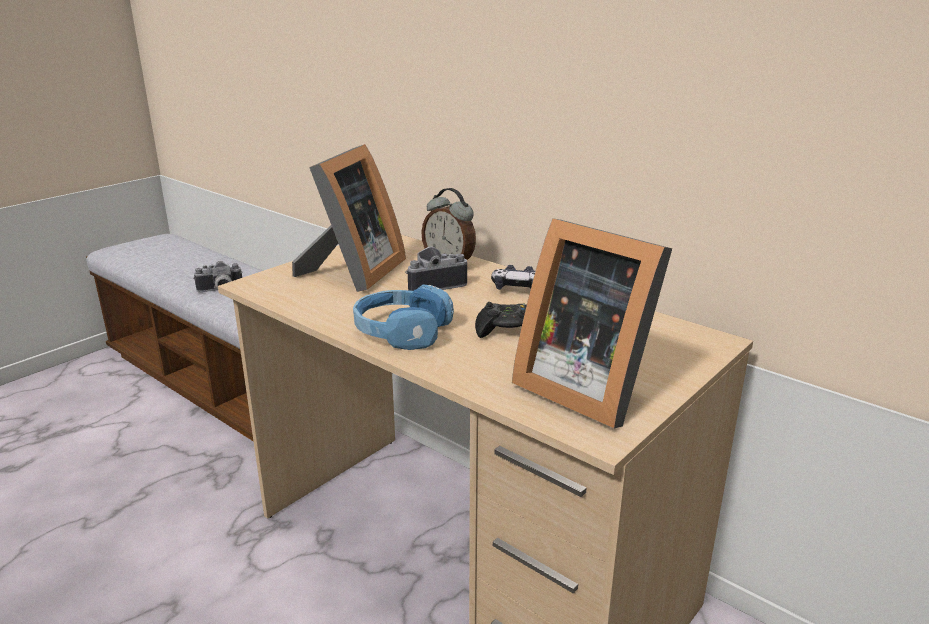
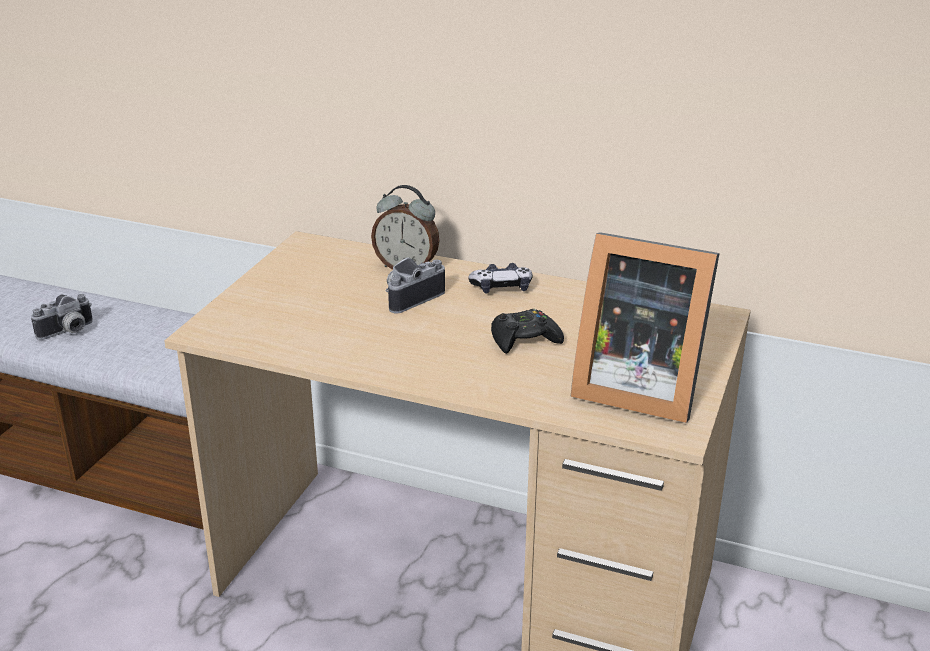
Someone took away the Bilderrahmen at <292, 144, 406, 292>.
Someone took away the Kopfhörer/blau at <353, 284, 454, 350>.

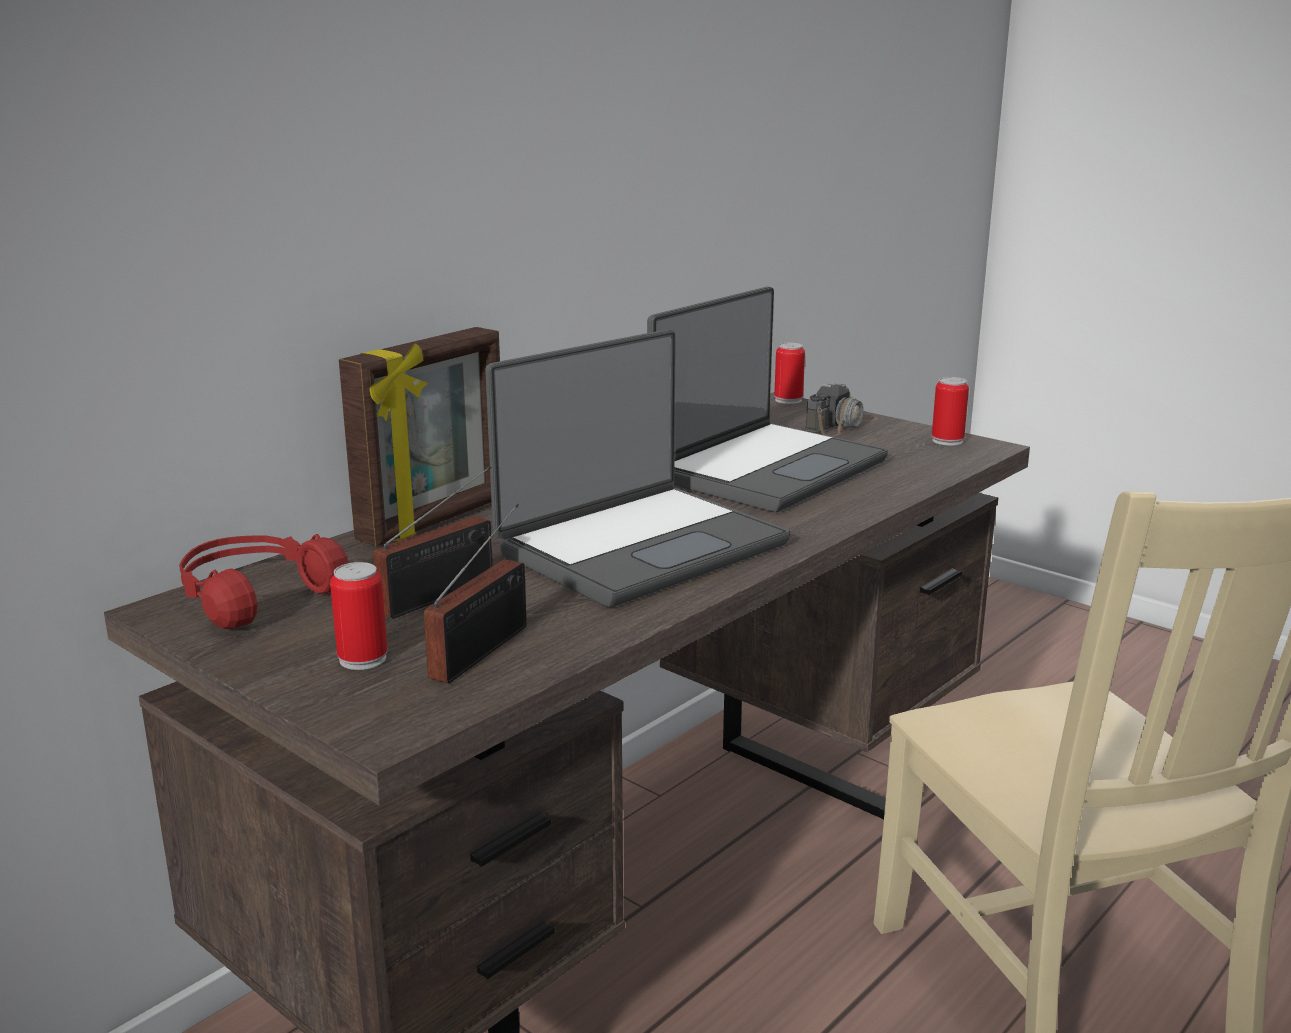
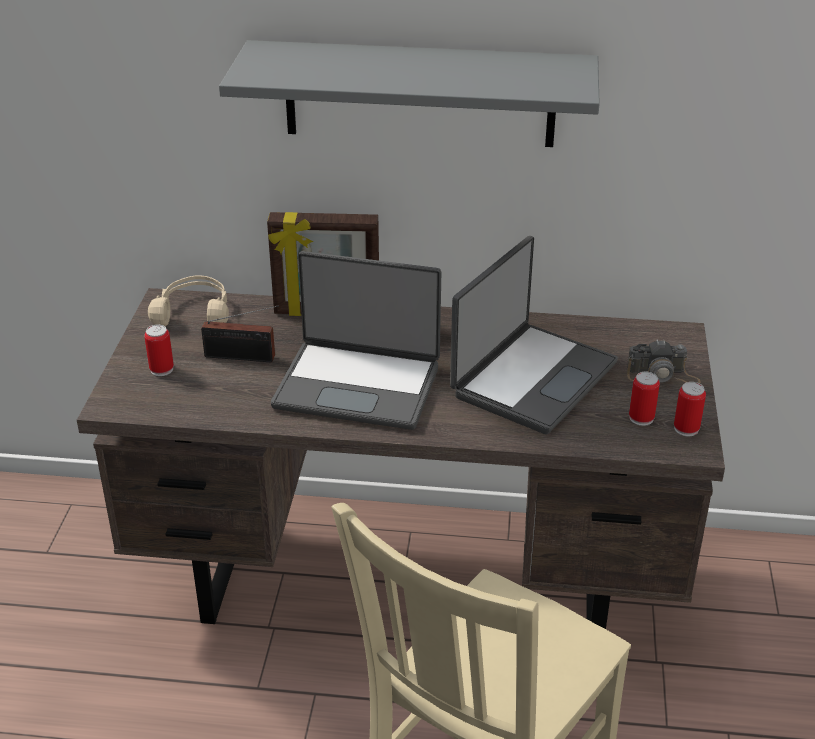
Someone took away the Radio at <424, 504, 527, 683>.
Someone put up the Wandregal/grau at <219, 40, 600, 147>.
Someone carried the Dose from <774, 343, 805, 404> to <629, 371, 660, 426>.
Someone repainted the Kopfhörer/rot at <179, 534, 349, 629>, which became the Kopfhörer/beige at <148, 275, 229, 326>.
Someone rotated the Laptop at <647, 287, 888, 512> by 60 degrees counterclockwise.

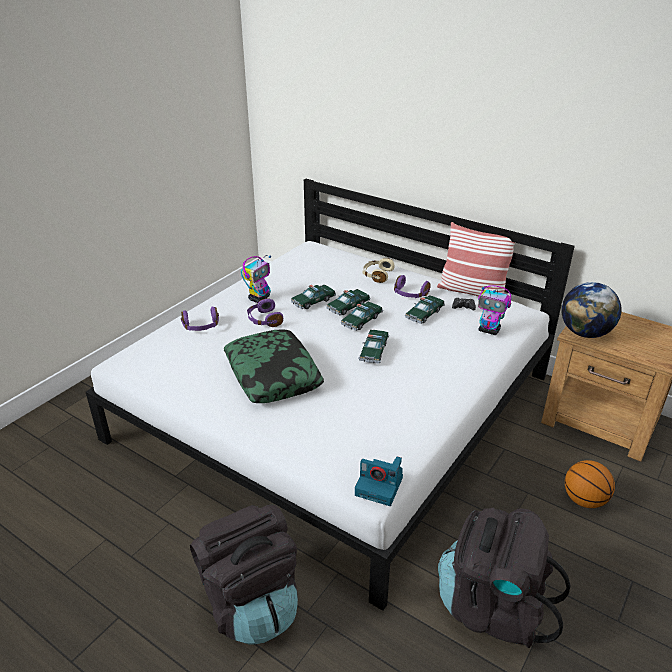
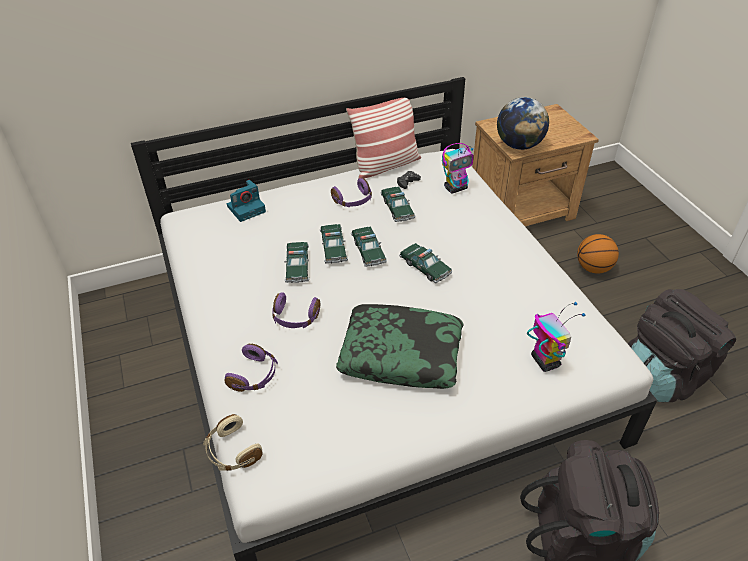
Someone carried the Spielzeugroboter from <241, 255, 271, 303> to <527, 302, 586, 372>.
Someone carried the Kamera from <355, 456, 403, 506> to <227, 180, 266, 222>.
Someone carried the Kopfhörer/beige from <362, 258, 394, 283> to <203, 414, 263, 471>.

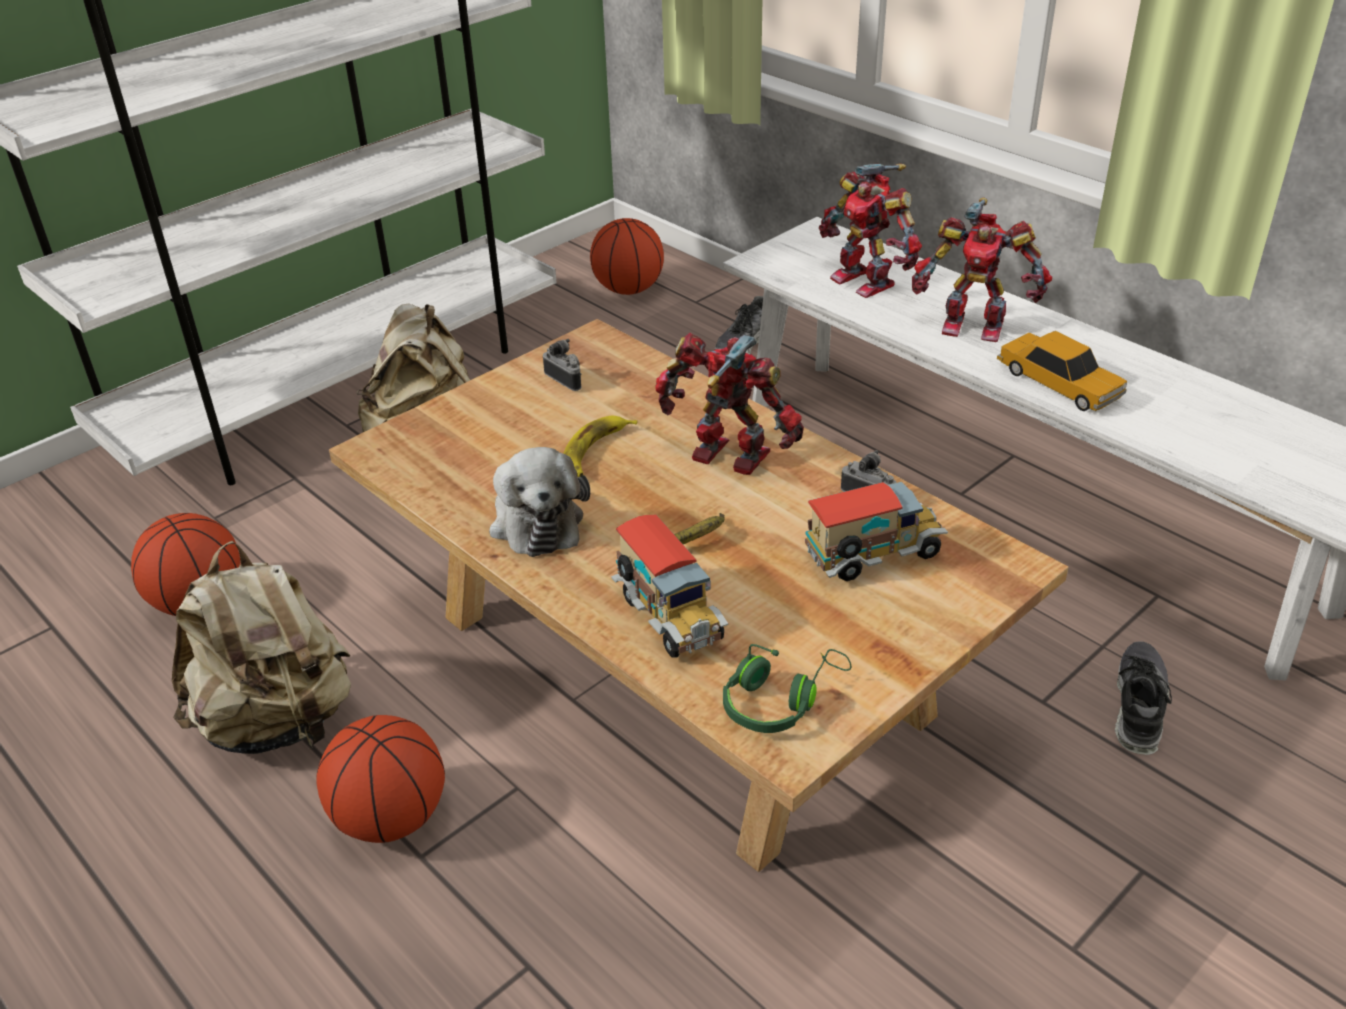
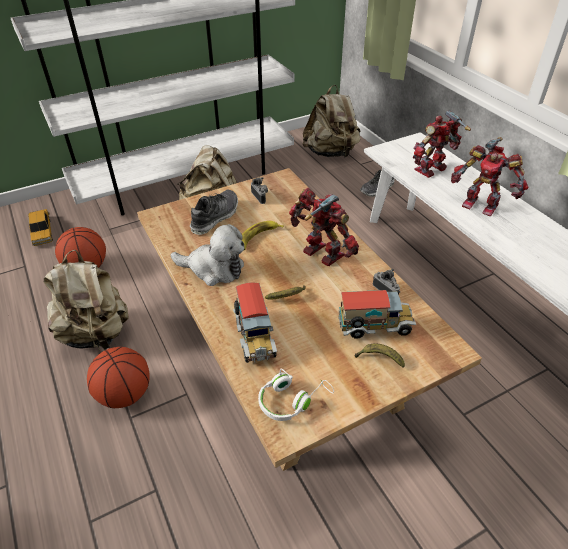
Someone put down the Banane at <355, 343, 405, 368>.
Someone carried the Spielzeugauto from <997, 331, 1127, 411> to <28, 209, 53, 246>.
Someone carried the Schuh from <1115, 642, 1172, 755> to <190, 190, 238, 235>.
Someone swapped the Basketball at <590, 218, 664, 295> for the Rucksack/beige at <302, 85, 361, 158>.
Someone repainted the Kopfhörer/grün at <723, 644, 851, 733>, which became the Kopfhörer/weiß at <258, 369, 334, 421>.
Someone rotated the Plüschtier at <489, 447, 590, 557> by 75 degrees counterclockwise.
Someone rotated the Spielzeugroboter at <819, 164, 922, 298> by 75 degrees clockwise.

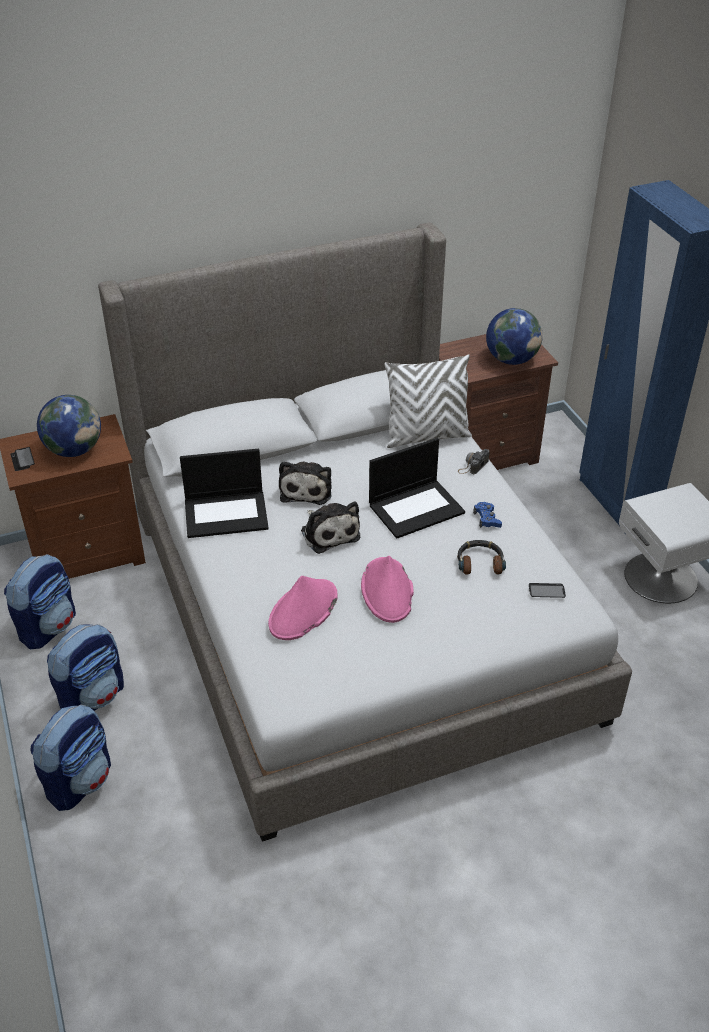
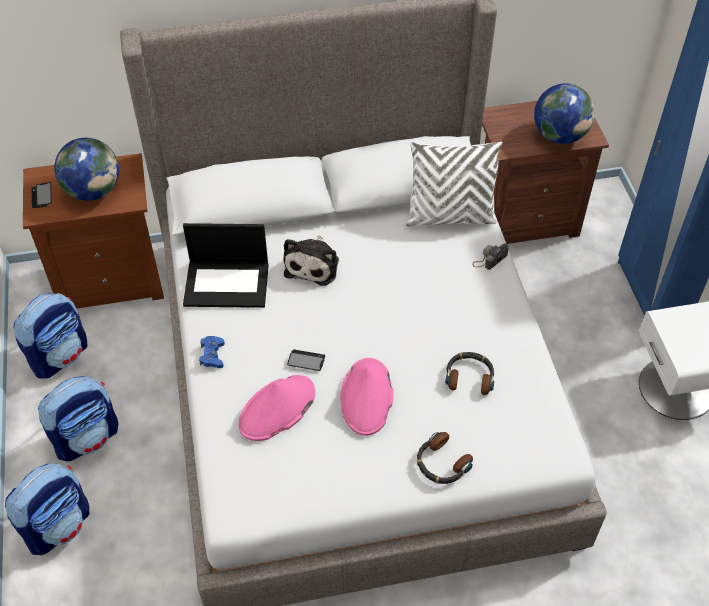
Someone took away the Plüschtier at <301, 501, 360, 554>.
Someone took away the Laptop at <369, 438, 465, 539>.
Someone put down the Kopfhörer at <417, 432, 473, 484>.
Someone carried the Gamepad/blau from <473, 502, 502, 528> to <199, 336, 225, 368>.
Someone carried the Handy from <529, 583, 566, 598> to <287, 350, 325, 371>.

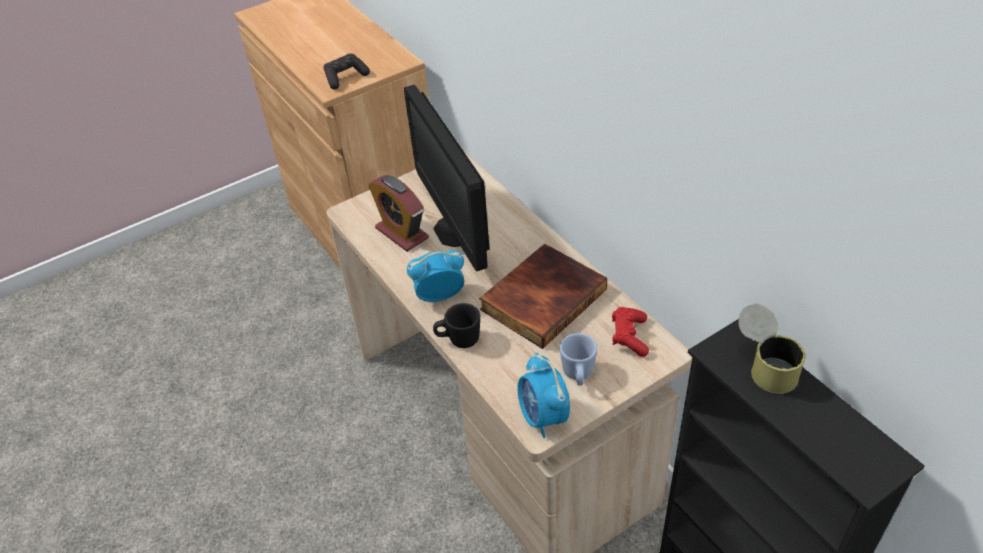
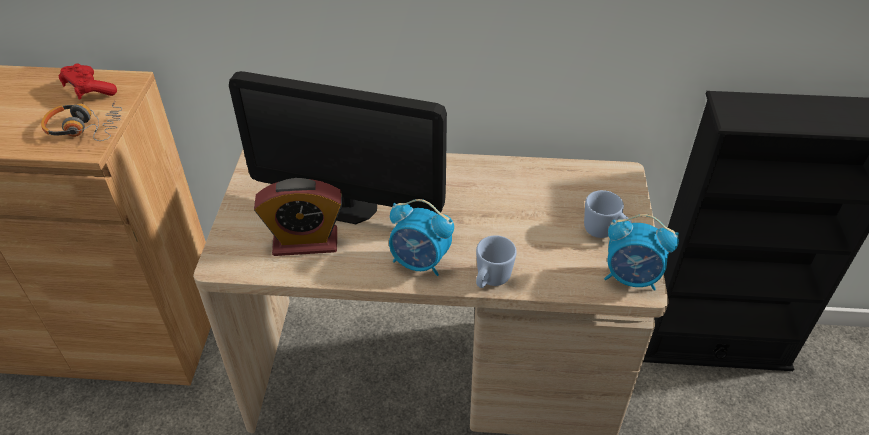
Someone took away the Buch at <479, 244, 607, 349>.
Someone took away the Dose at <738, 304, 806, 394>.
Someone carried the Gamepad/rot from <612, 307, 649, 357> to <58, 63, 117, 100>.
Someone swapped the Gamepad/schwarz at <324, 53, 370, 89> for the Kopfhörer at <41, 101, 122, 141>.
Someone repainted the Henkelbecher/schwarz at <433, 303, 480, 348>, which became the Henkelbecher/blau at <476, 235, 517, 288>.
Someone rotated the Wecker at <407, 250, 464, 302> by 90 degrees counterclockwise.

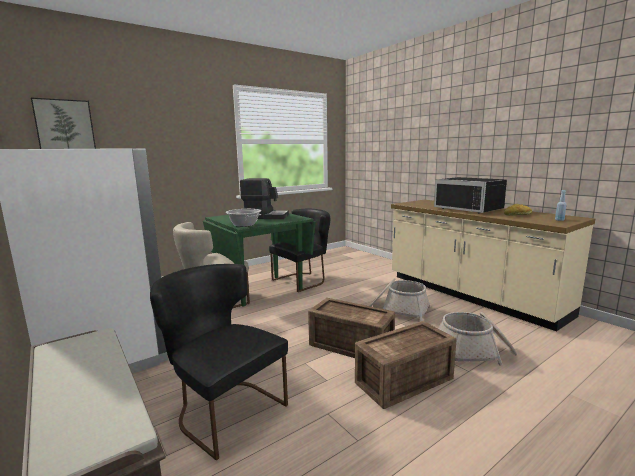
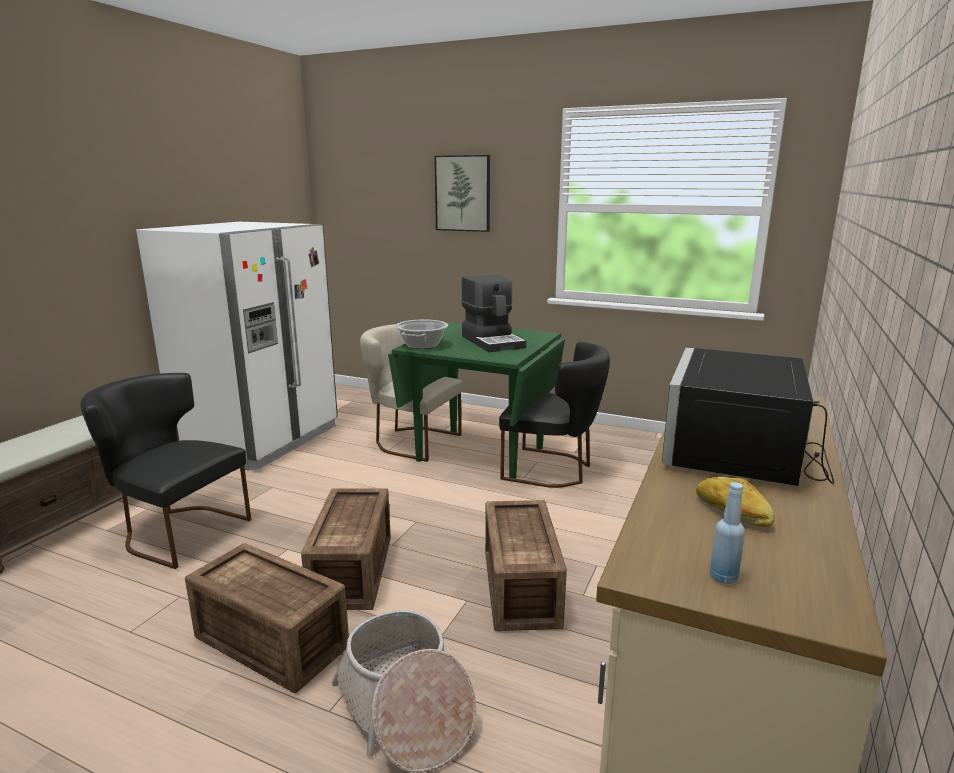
Someone carried the Bild from <31, 98, 96, 149> to <434, 155, 490, 232>.
Someone swapped the Korb at <369, 278, 431, 322> for the Kiste at <485, 500, 567, 631>.
Someone rotated the Stuhl/schwarz at <150, 264, 288, 460> by 75 degrees counterclockwise.

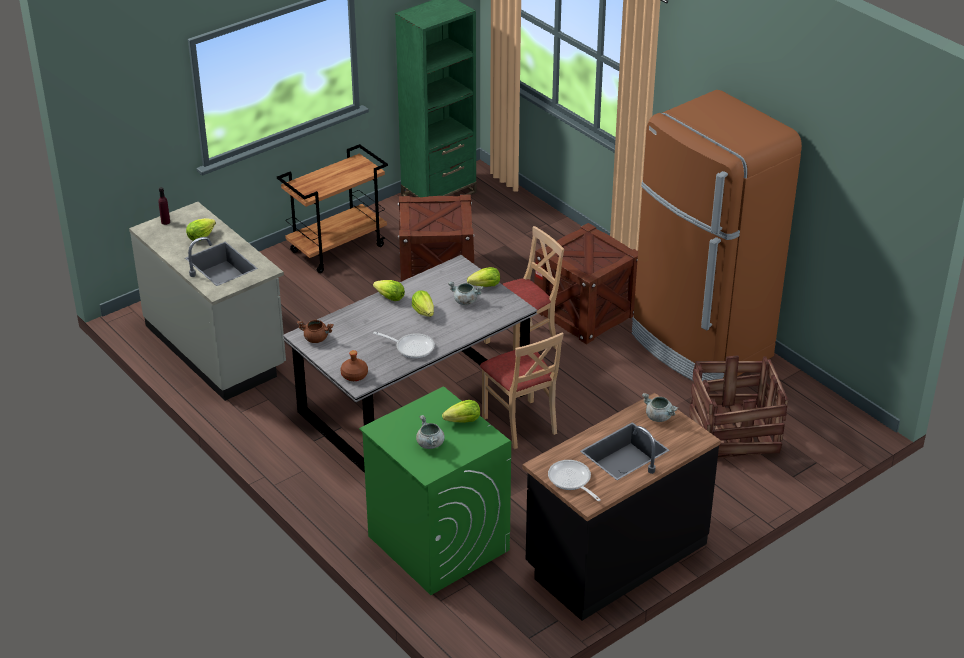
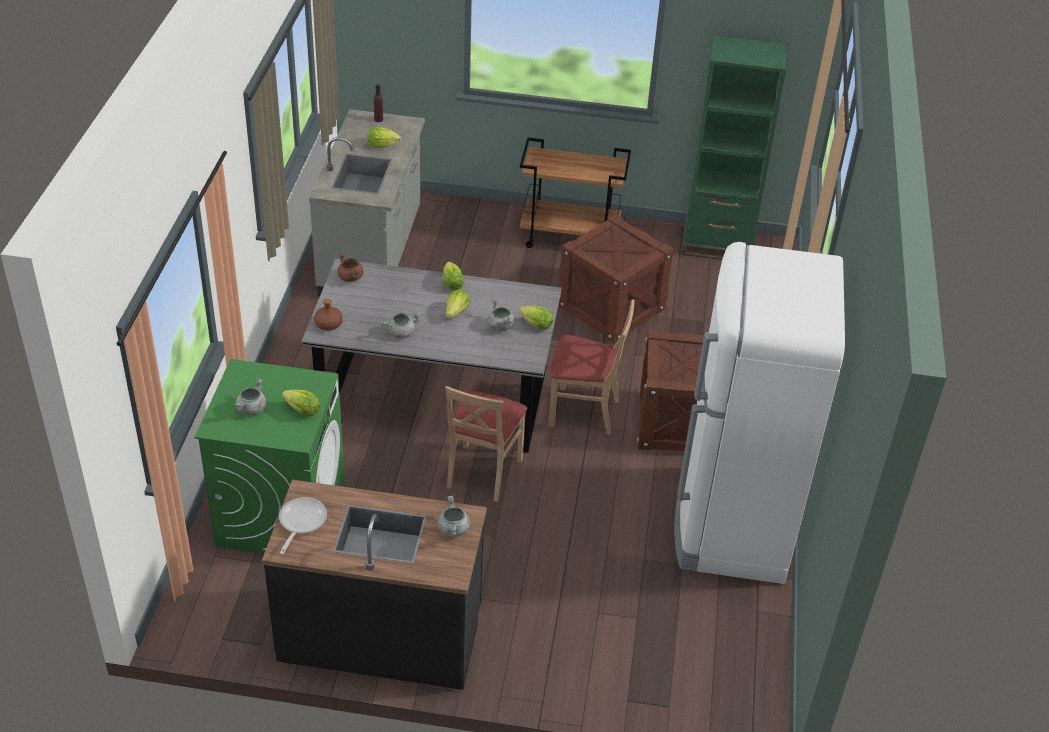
Someone took away the Kiste at <689, 355, 788, 458>.
Someone swapped the Pfanne at <373, 332, 435, 359> for the Kochtopf/grau at <383, 312, 421, 339>.
Someone repainted the Kühlschrank/braun at <632, 90, 802, 381>, which became the Kühlschrank/weiß at <674, 242, 845, 584>.

